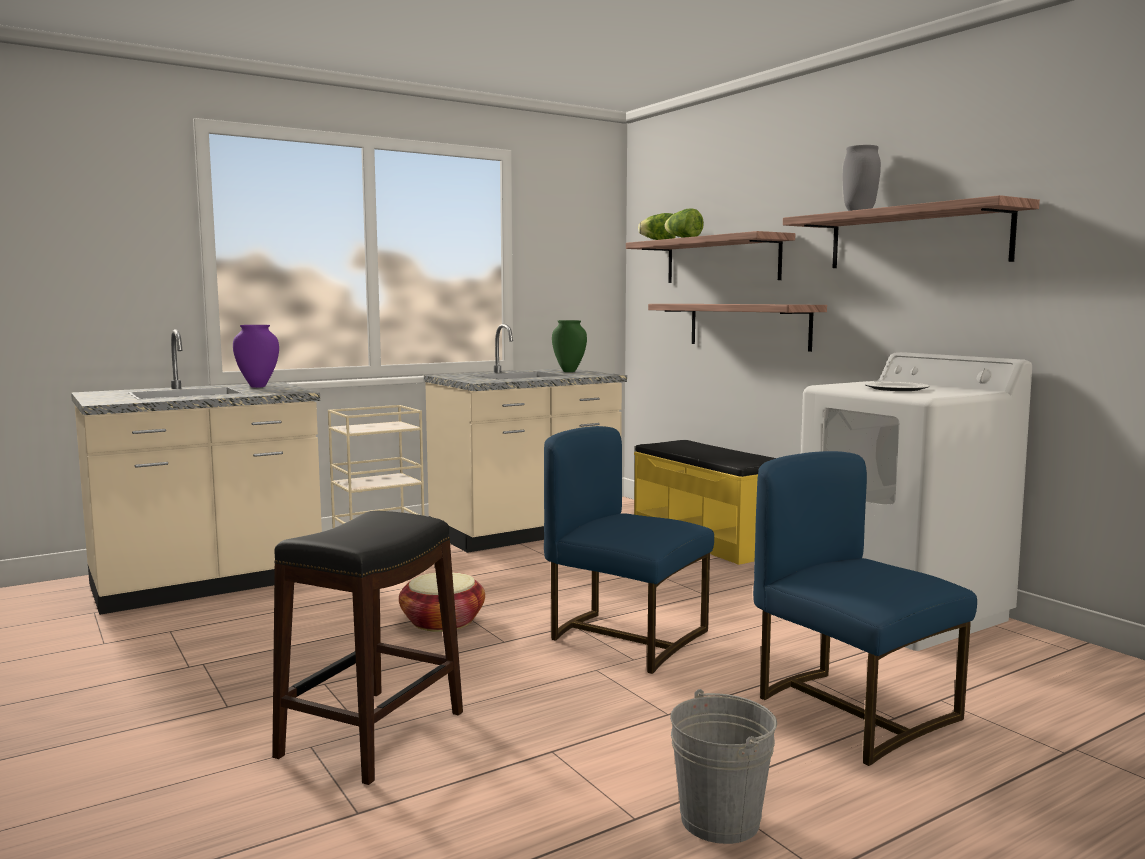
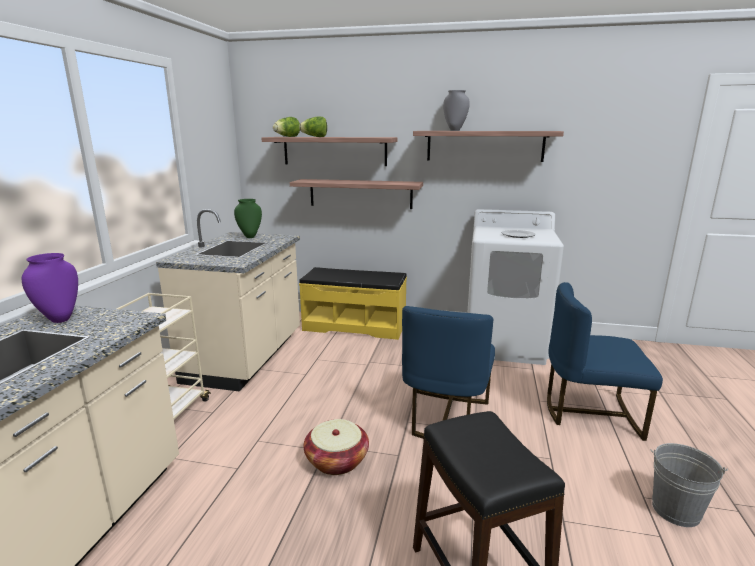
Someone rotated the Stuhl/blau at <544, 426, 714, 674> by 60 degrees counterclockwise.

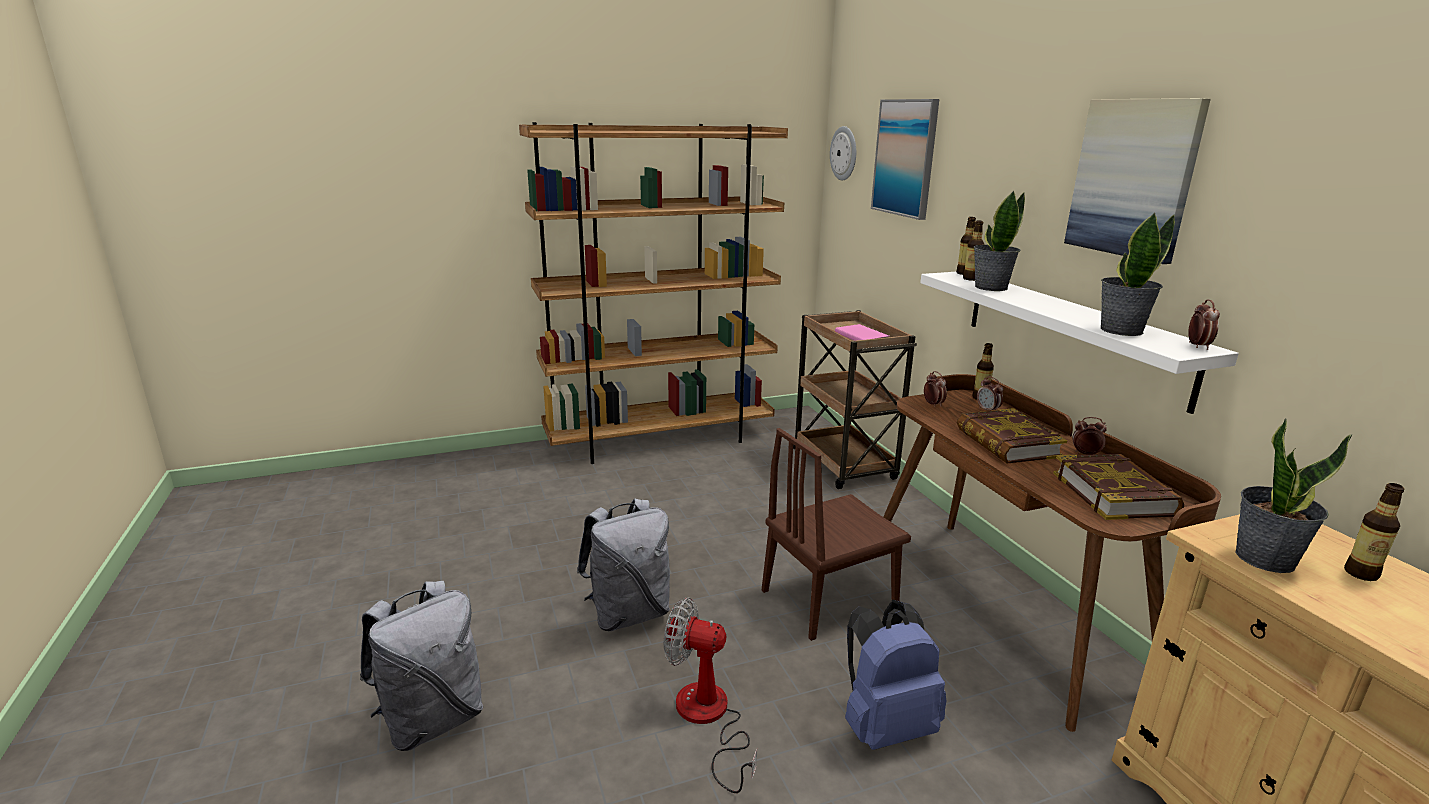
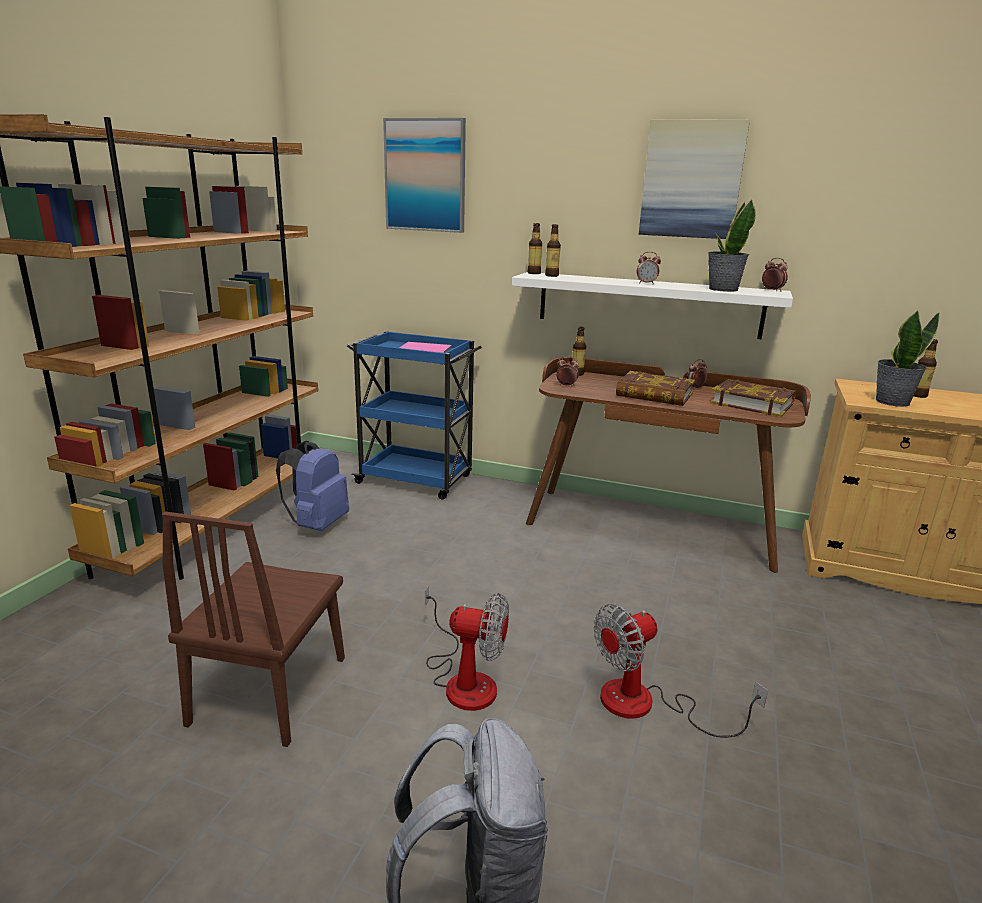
Someone took away the Wanduhr at <830, 126, 856, 181>.
Someone took away the Topfpflanze at <974, 190, 1025, 291>.
Someone carried the Stuhl/braun from <762, 428, 911, 641> to <162, 512, 345, 747>.
Someone carried the Rucksack/blau from <845, 600, 946, 750> to <276, 441, 349, 531>.
Someone carried the Wecker from <977, 377, 1004, 411> to <637, 252, 661, 285>.
Someone swapped the Rucksack/grau at <577, 499, 670, 631> for the Ventilator at <425, 585, 509, 711>.
Someone repainted the Rollwagen/braun at <793, 310, 917, 489>, which became the Rollwagen/blau at <347, 331, 482, 500>.

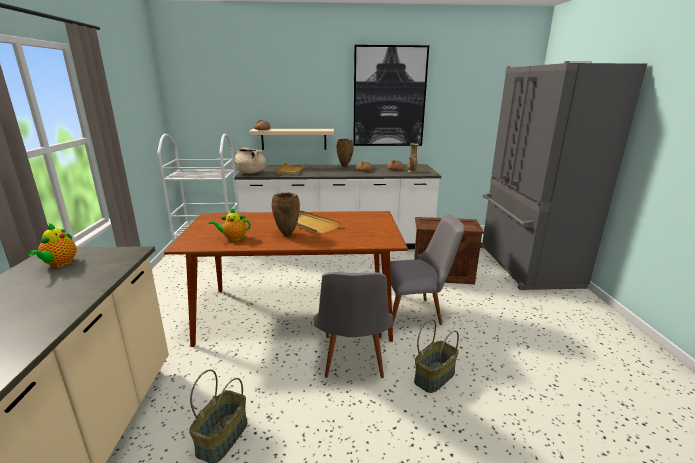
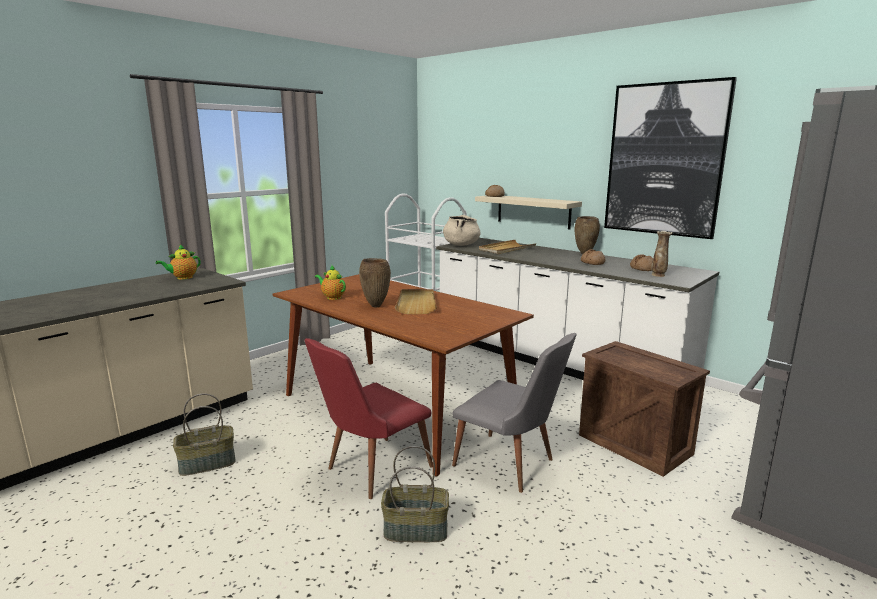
Someone repainted the Stuhl/grau at <314, 272, 393, 378>, which became the Stuhl/rot at <305, 338, 433, 499>.

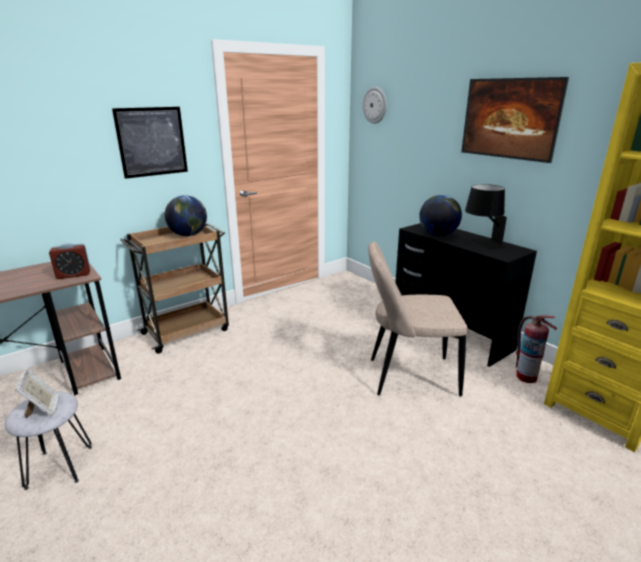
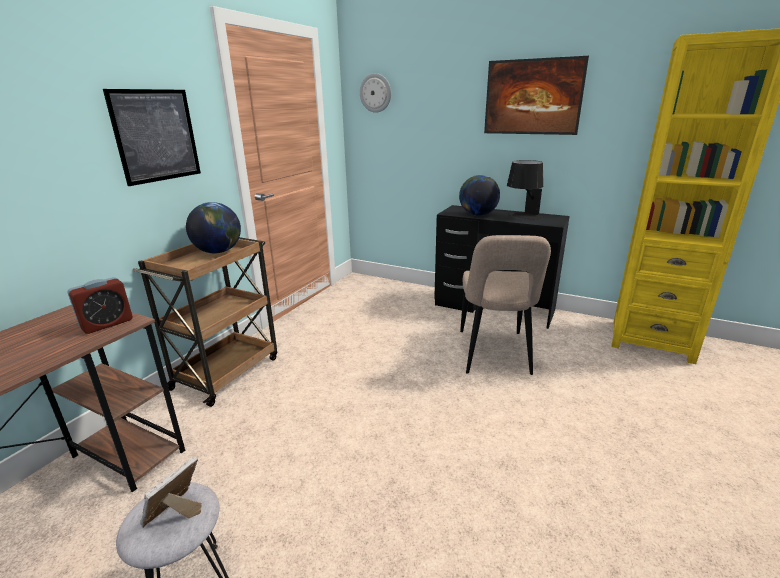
Someone took away the Feuerlöscher at <516, 315, 557, 383>.
Someone rotated the Bilderrahmen at <15, 368, 60, 418> by 105 degrees counterclockwise.
Someone rotated the Stuhl/beige at <368, 242, 468, 396> by 60 degrees counterclockwise.

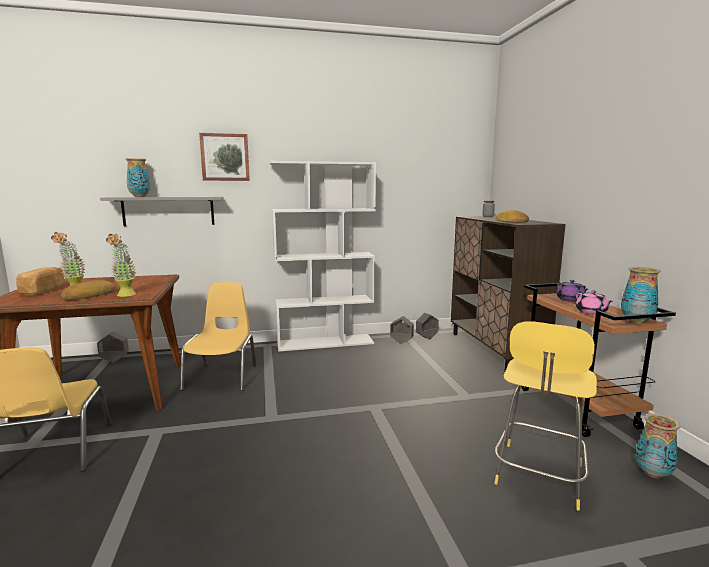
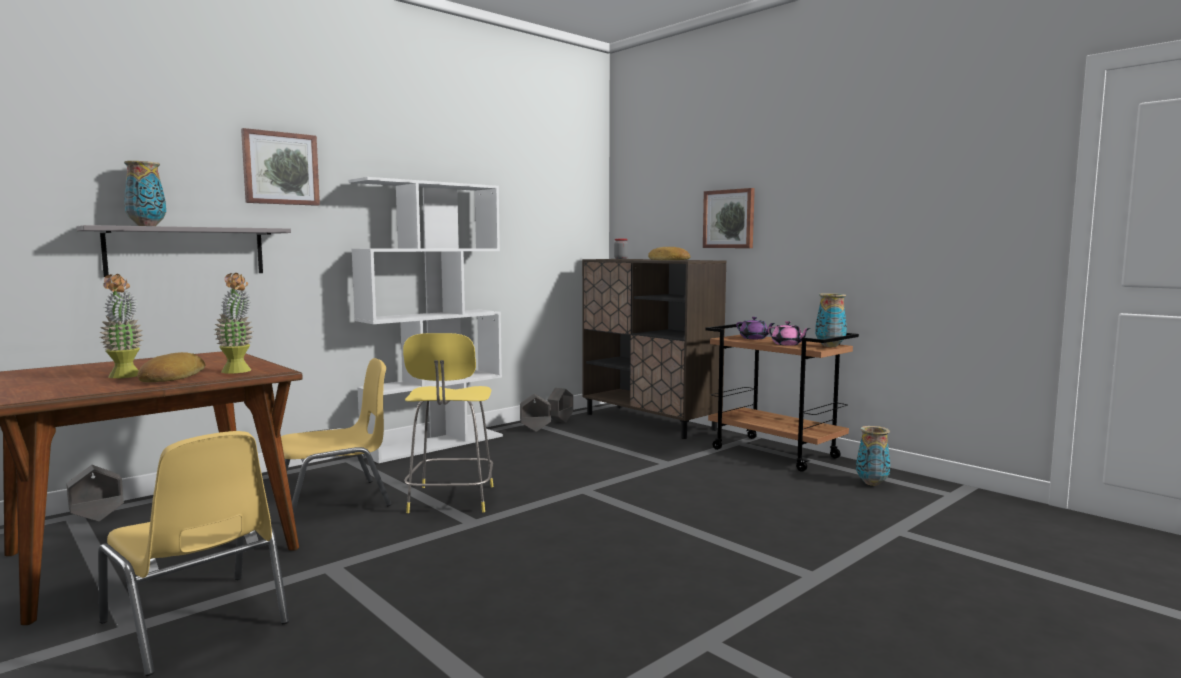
Someone took away the Brot at <16, 267, 64, 295>.
Someone put up the Bild at <703, 188, 755, 248>.
Someone carried the Hocker/gelb from <494, 322, 597, 511> to <403, 333, 493, 513>.
Someone rotated the Stuhl/gelb at <180, 282, 256, 391> by 90 degrees clockwise.

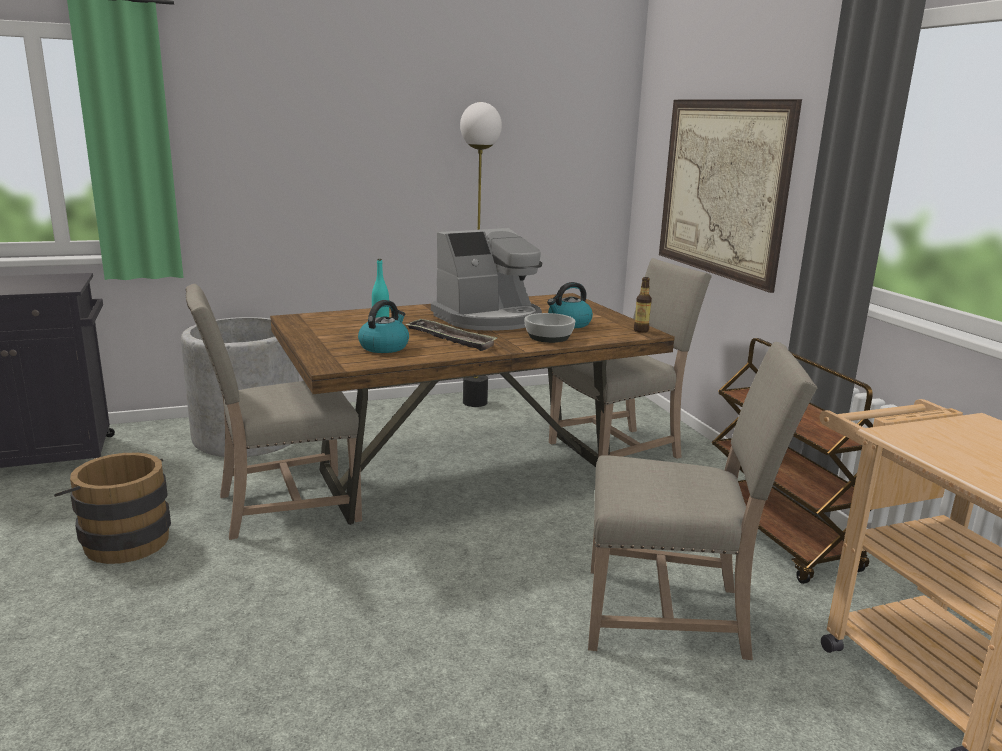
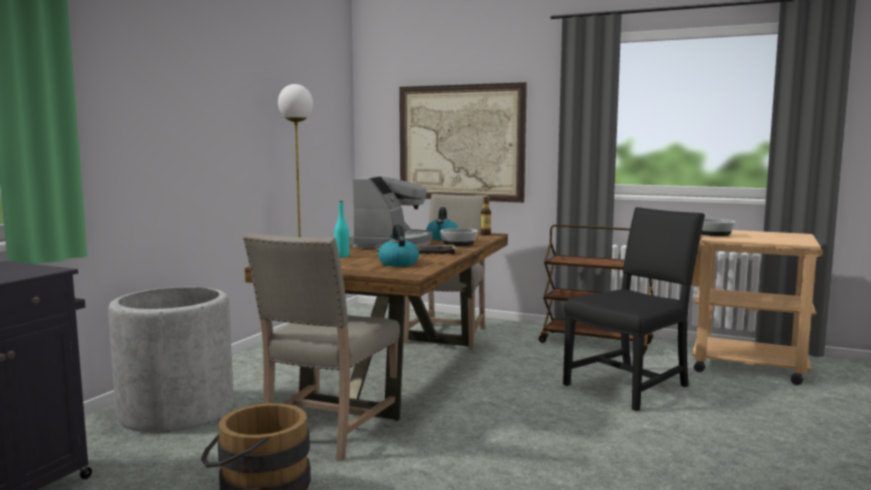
Someone put down the Schüssel at <701, 219, 735, 236>.
Someone repainted the Stuhl/beige at <588, 342, 817, 660>, which became the Stuhl/schwarz at <563, 207, 705, 411>.

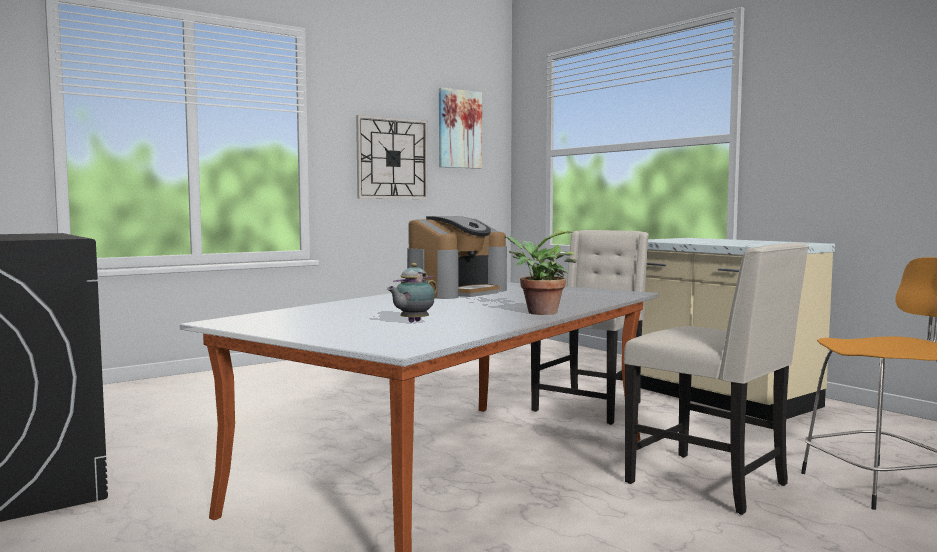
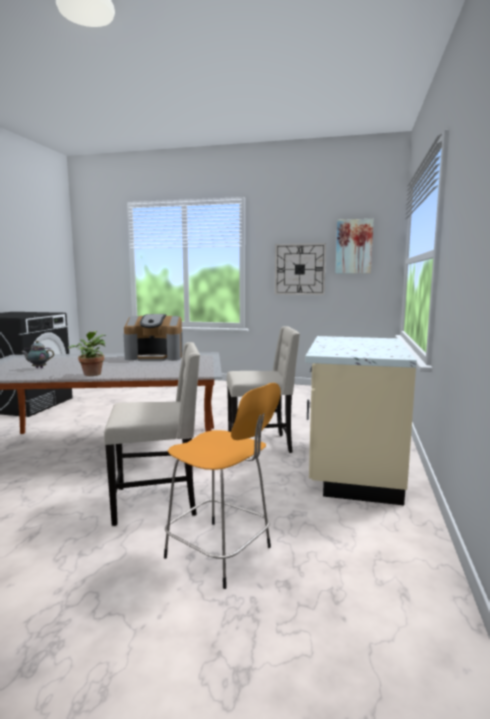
Someone rotated the Stuhl/beige at <624, 242, 809, 515> by 105 degrees counterclockwise.

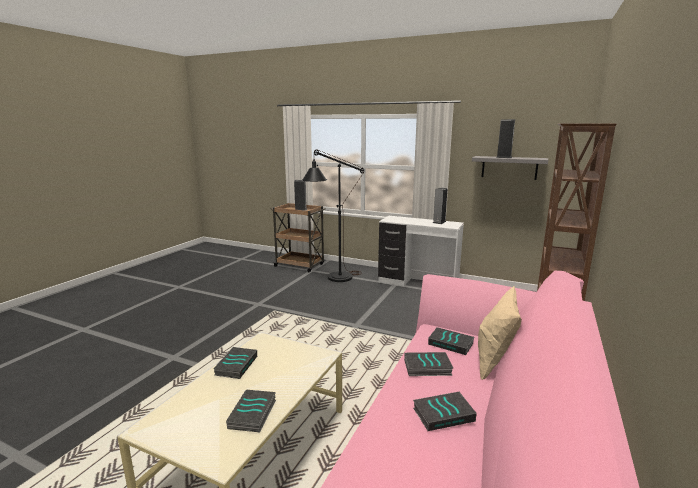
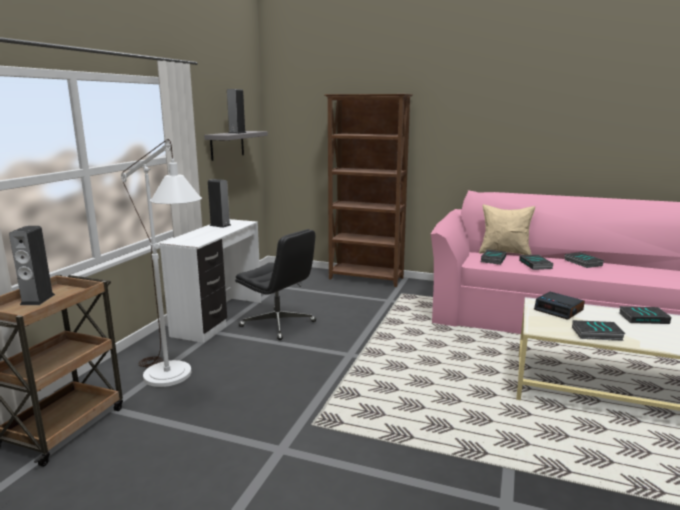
Someone put down the Bürostuhl/schwarz at <235, 229, 316, 340>.
Someone put down the Wecker at <534, 292, 585, 320>.
Someone repainted the Stehlampe/schwarz at <302, 149, 364, 282>, which became the Stehlampe/weiß at <121, 139, 202, 387>.

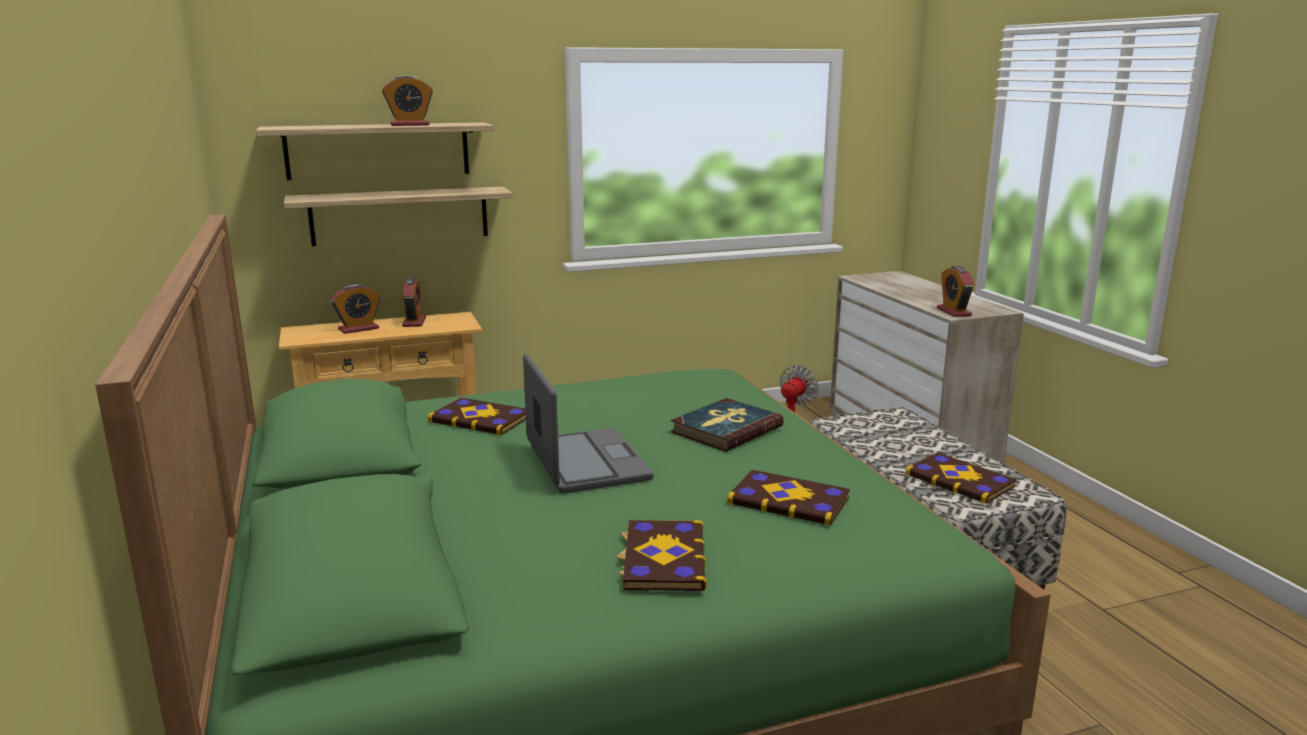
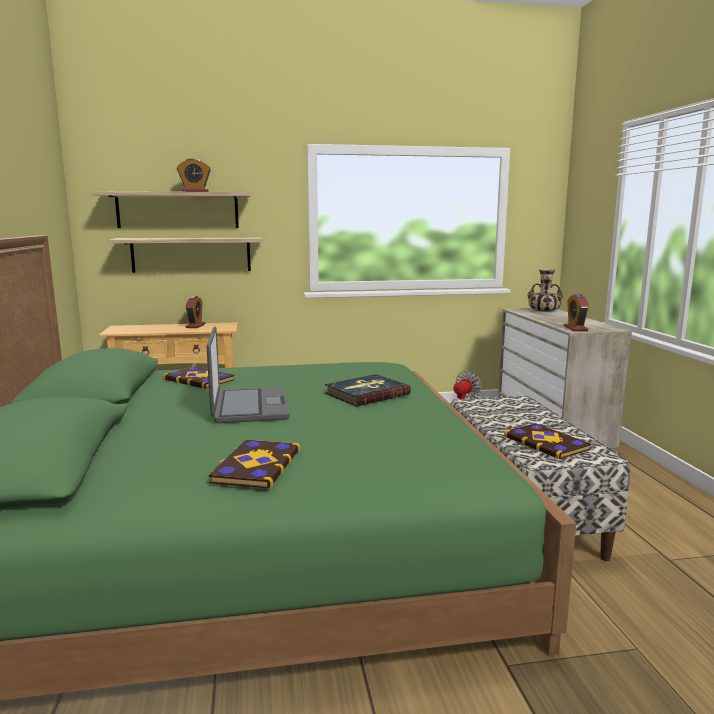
Someone took away the Wecker at <331, 284, 380, 334>.
Someone took away the Buch at <727, 470, 850, 526>.
Someone put down the Vase at <527, 269, 564, 312>.

